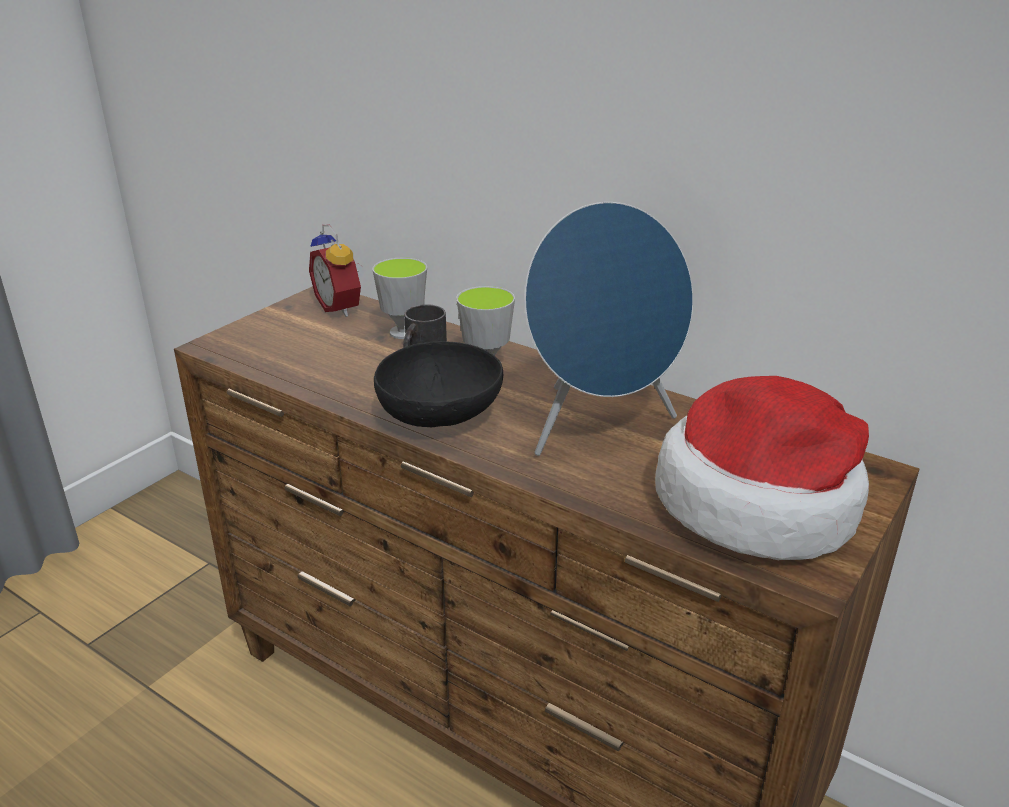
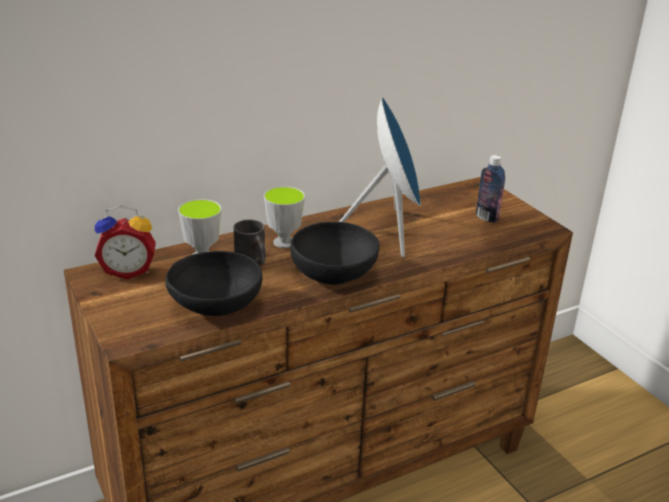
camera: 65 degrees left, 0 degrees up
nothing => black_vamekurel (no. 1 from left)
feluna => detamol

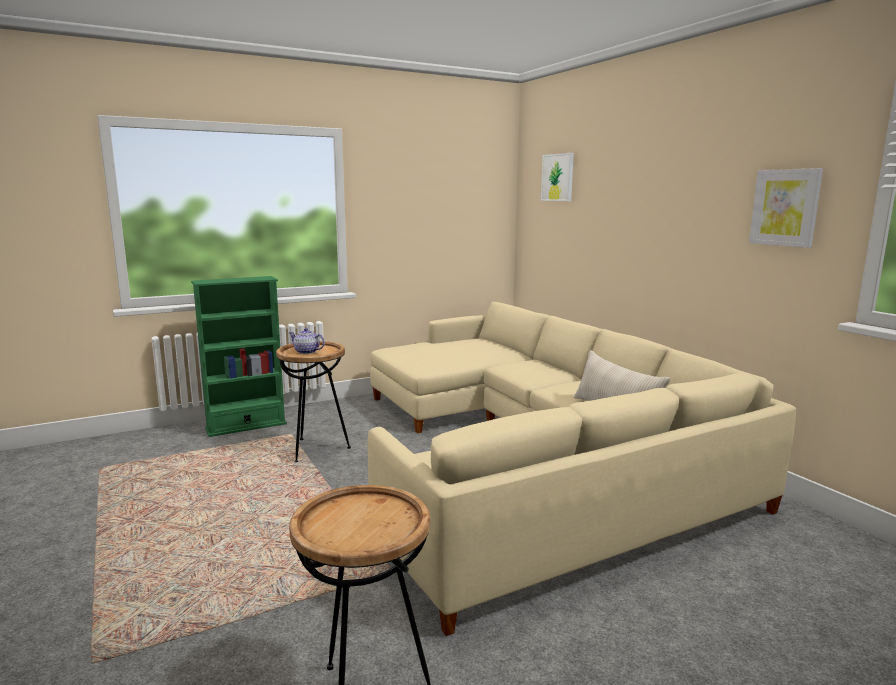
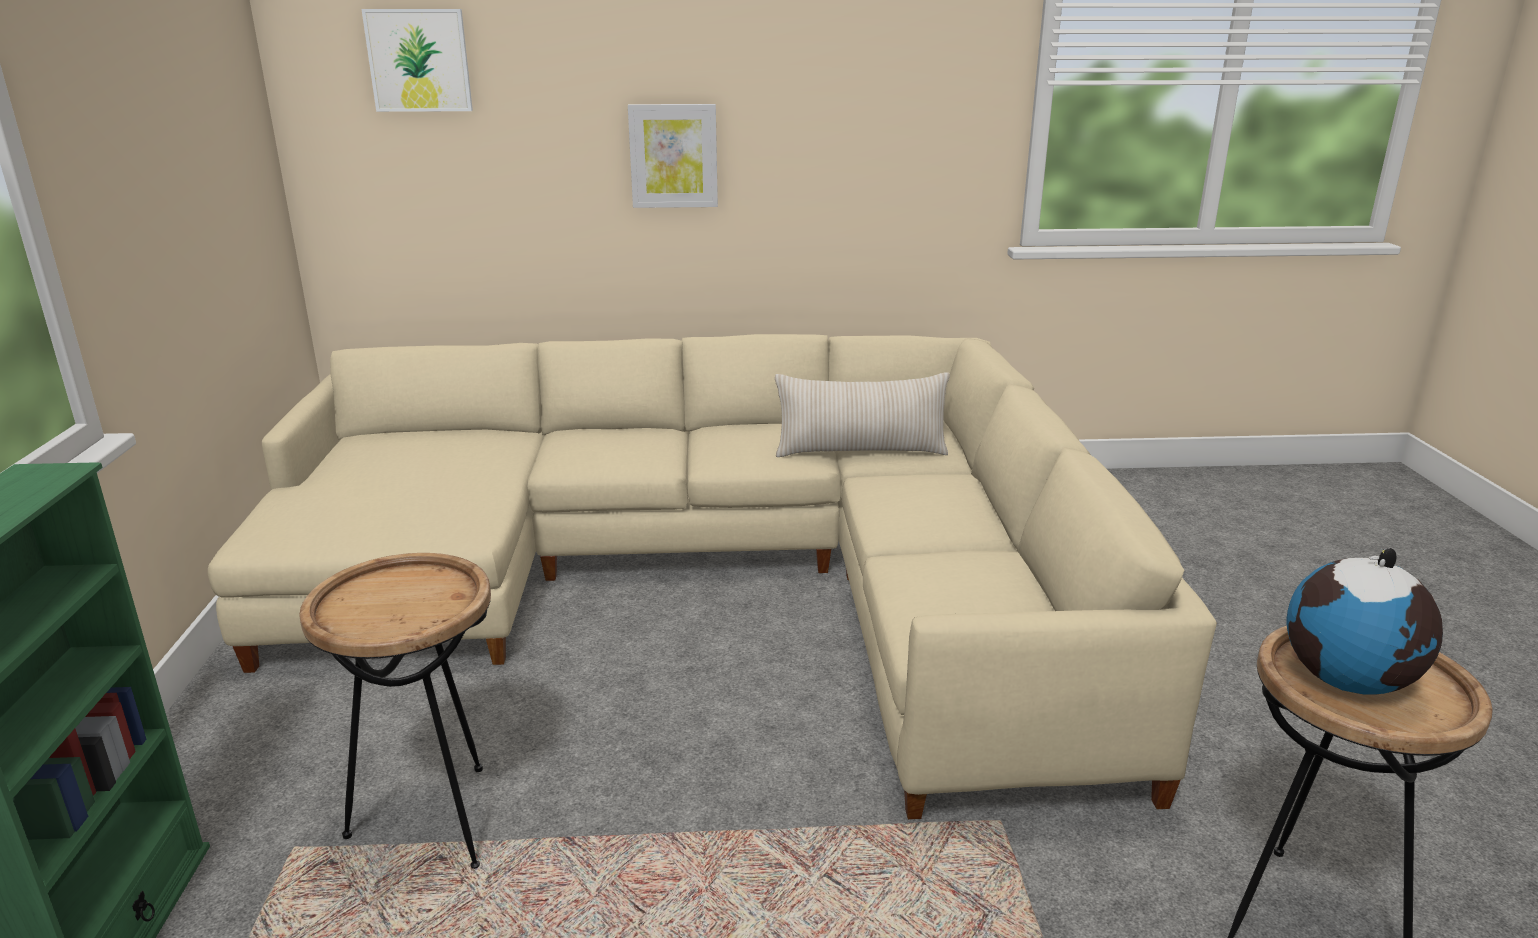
camera: 65 degrees left, 10 degrees up
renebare => nothing
nothing => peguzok
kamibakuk (no. 2 from left), relocated

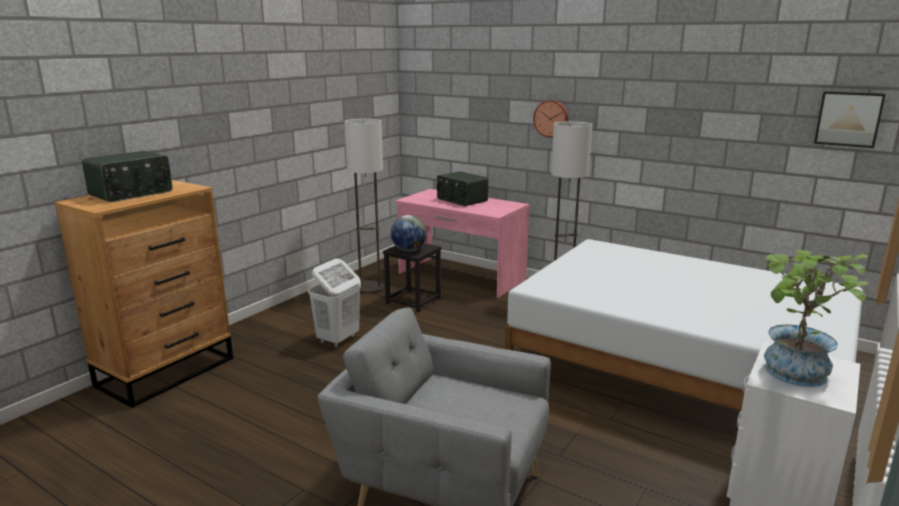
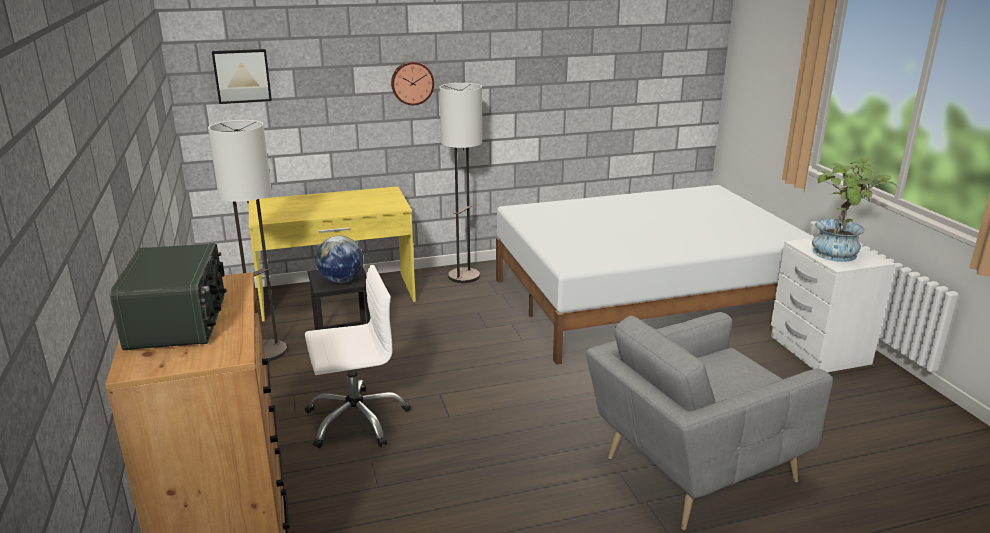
camera: 50 degrees left, 5 degrees up
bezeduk (no. 2 from left) => nothing
kamibakuk, relocated
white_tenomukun => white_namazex
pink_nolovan => yellow_nolovan

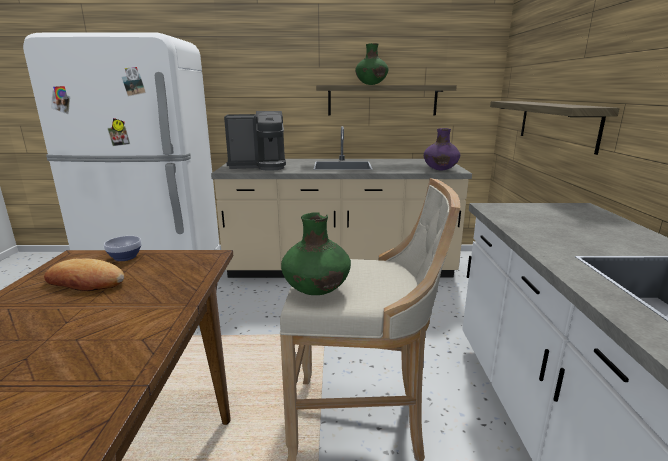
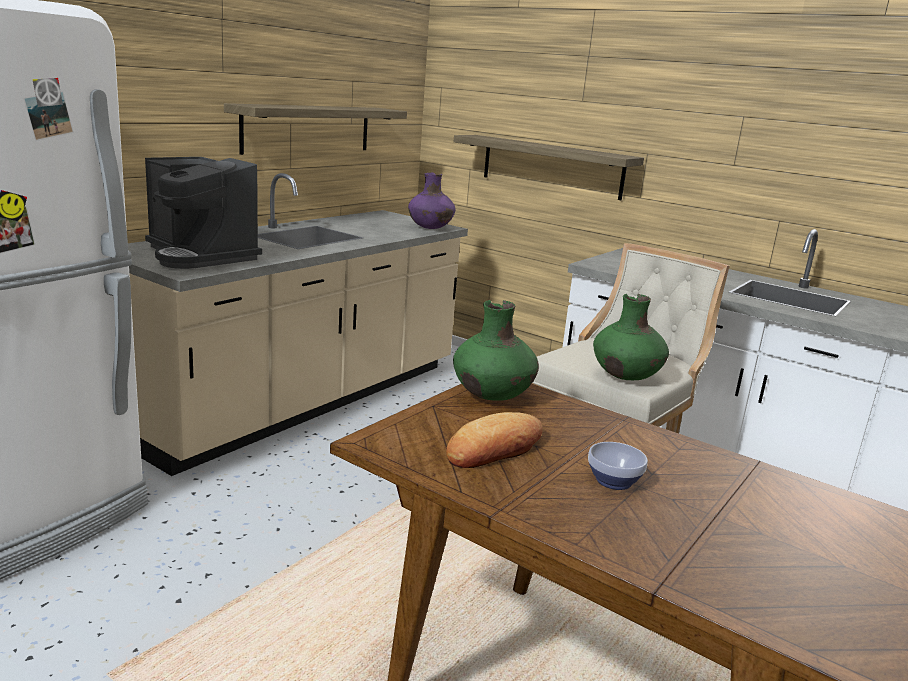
camera: 55 degrees left, 0 degrees up
vamekurel, relocated
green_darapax (no. 2 from left in the first image) => green_darapax (no. 1 from left), relocated
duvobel, 105 degrees clockwise

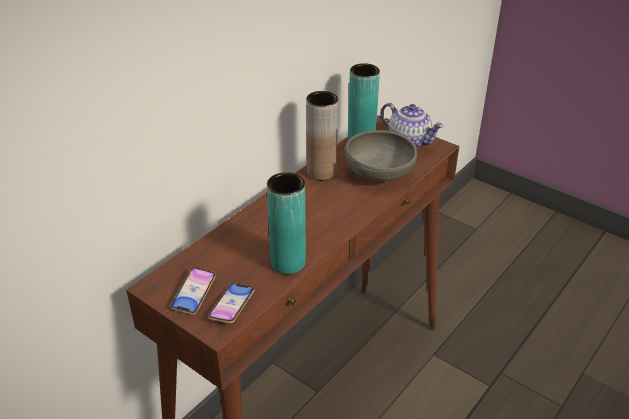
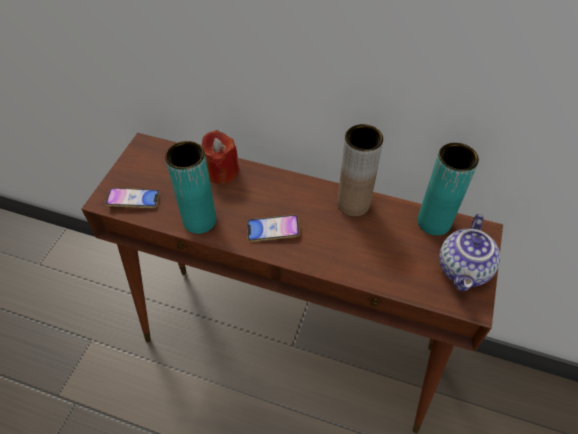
camera: 70 degrees right, 15 degrees up
grey_vamekurel => nothing
nothing => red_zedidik
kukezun (no. 1 from left in the first image) => kukezun (no. 2 from left), relocated

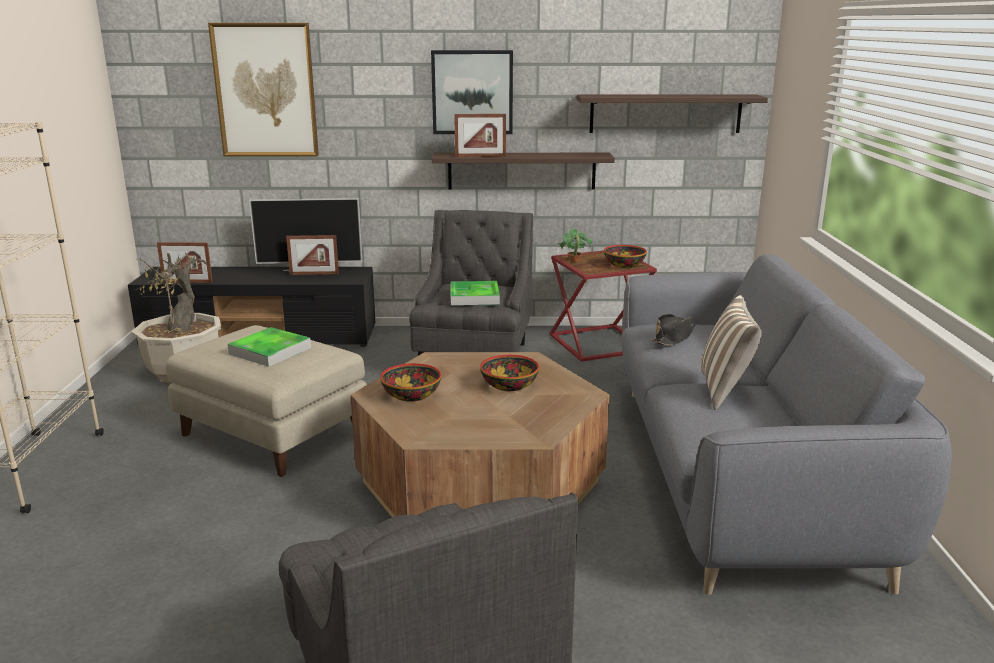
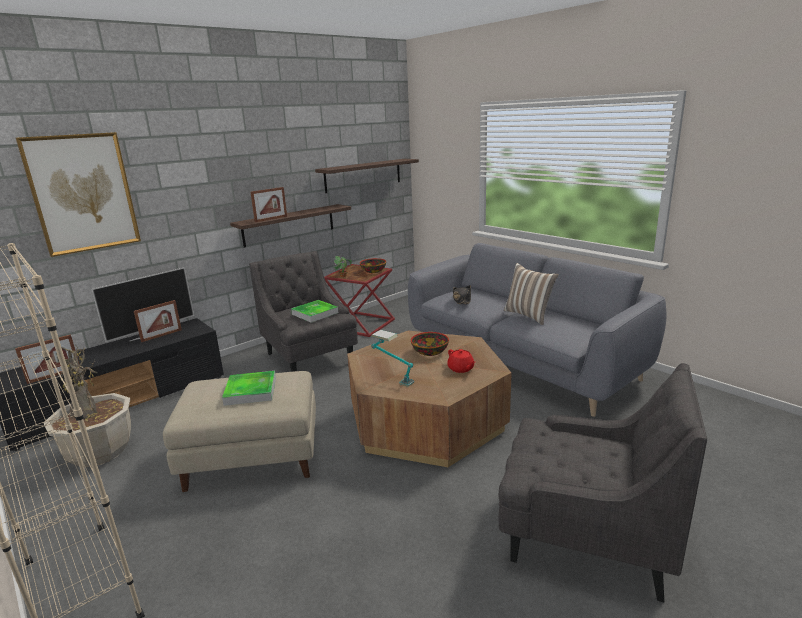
camera: 40 degrees left, 0 degrees up
kamibakuk (no. 2 from left) => nothing
nothing => red_renebare
vamekurel (no. 1 from left) => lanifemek

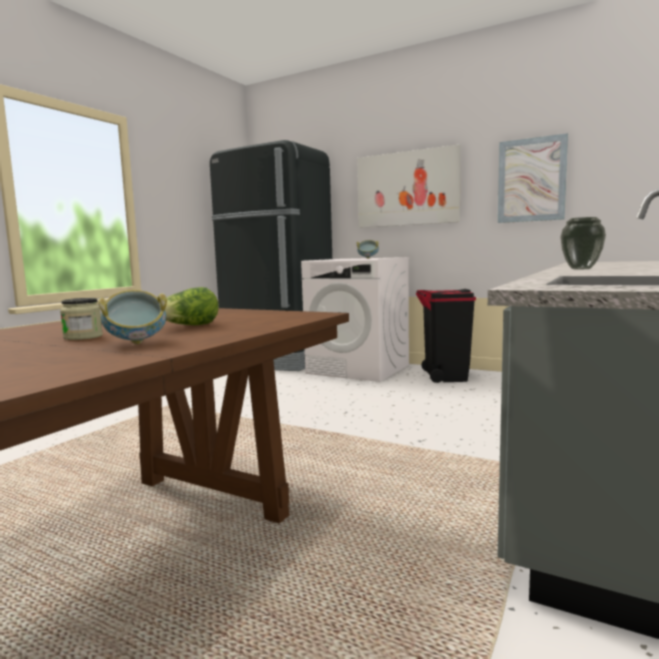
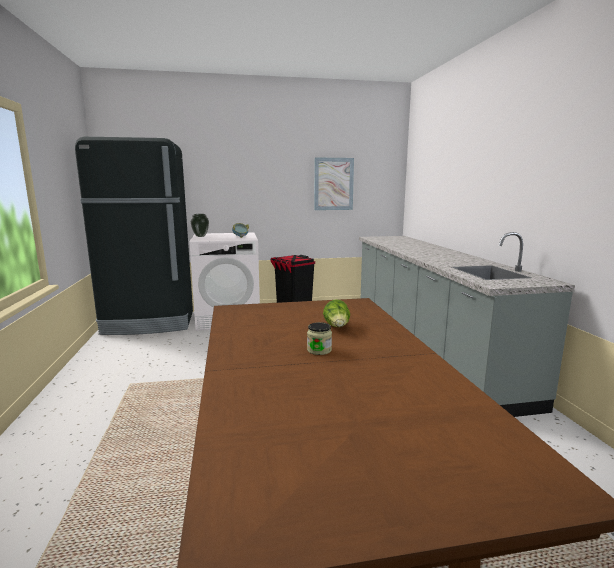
camera: 40 degrees left, 5 degrees up
vamekurel (no. 1 from left) => nothing
kamibakuk (no. 1 from left) => nothing
darapax, relocated

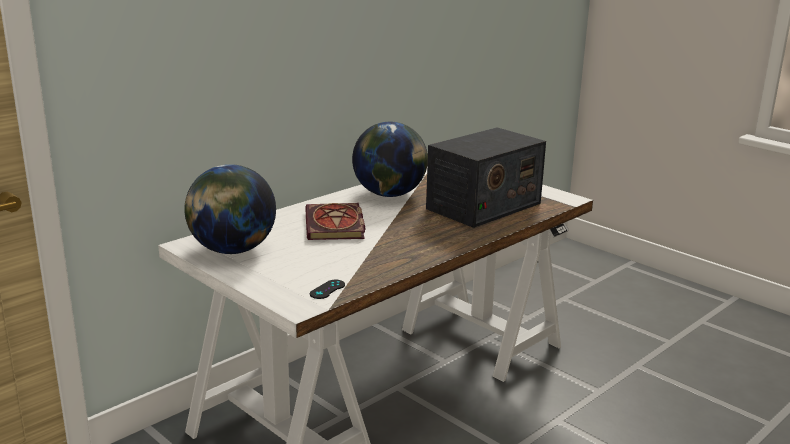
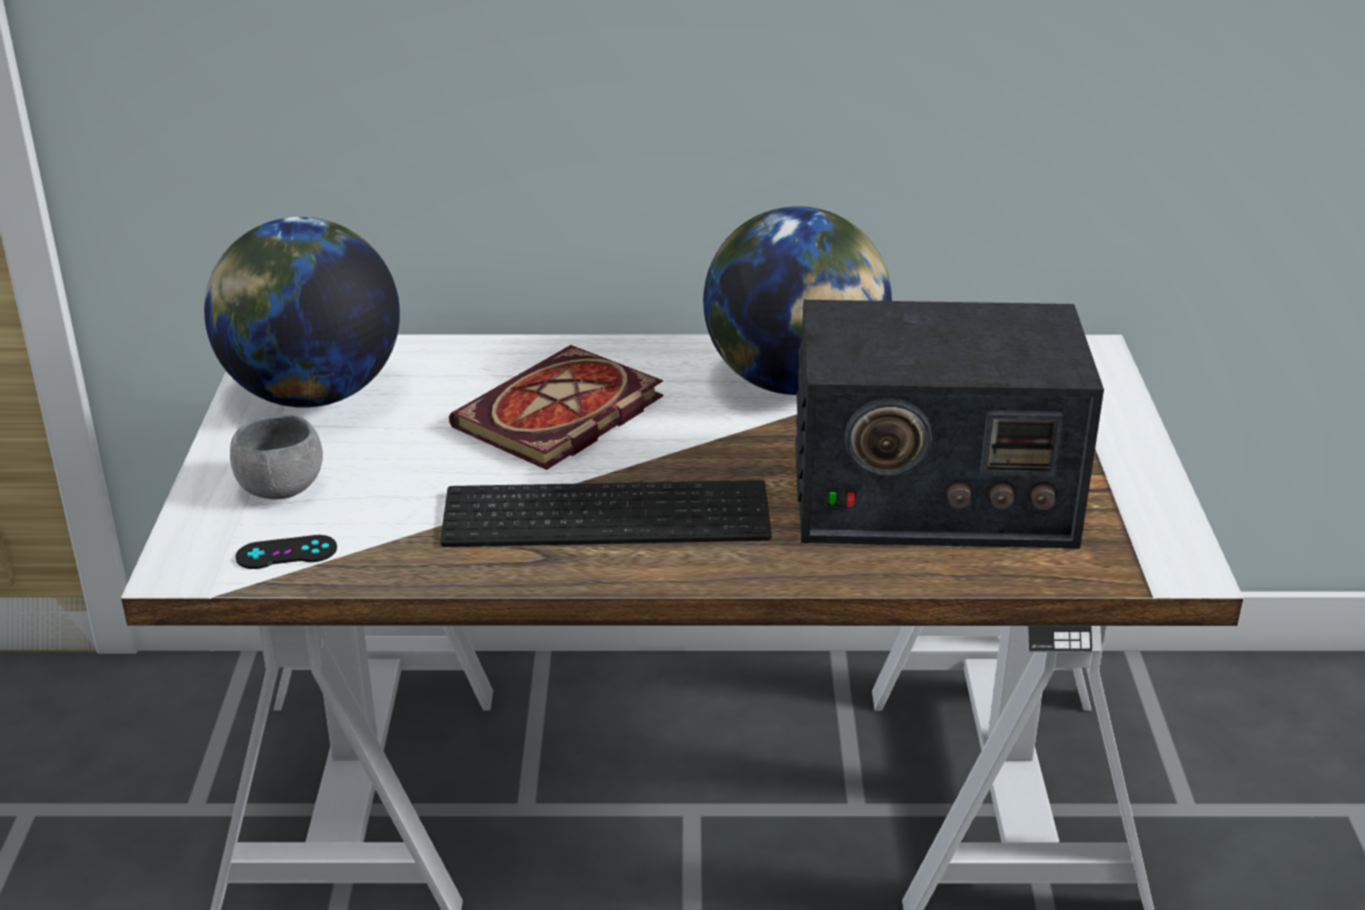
camera: 45 degrees right, 10 degrees up
nothing => grey_vamekurel
nothing => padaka

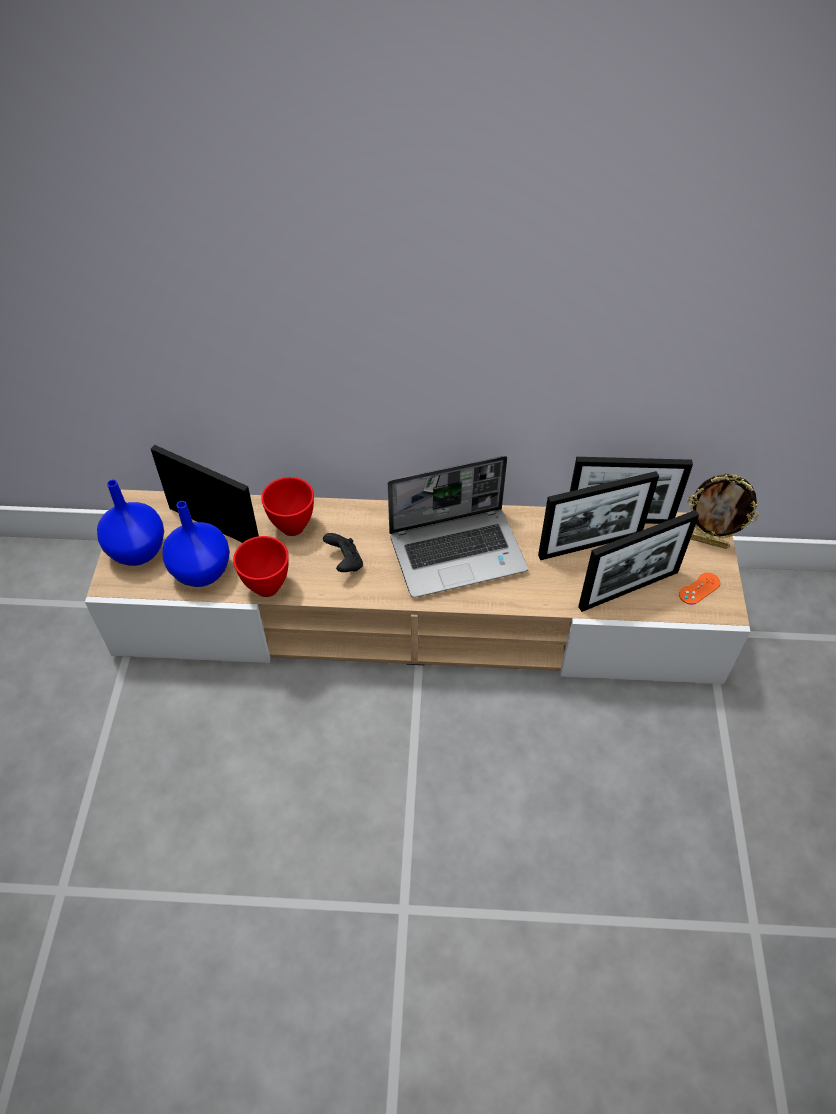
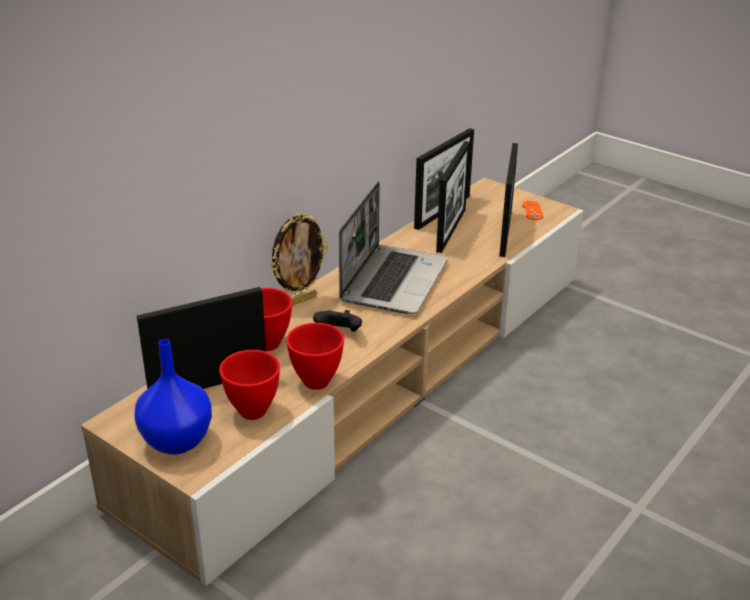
camera: 55 degrees left, 20 degrees down
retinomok (no. 5 from left in the first image) => retinomok (no. 2 from left), relocated
blue_darapax (no. 2 from left) => red_vamekurel (no. 1 from left)

